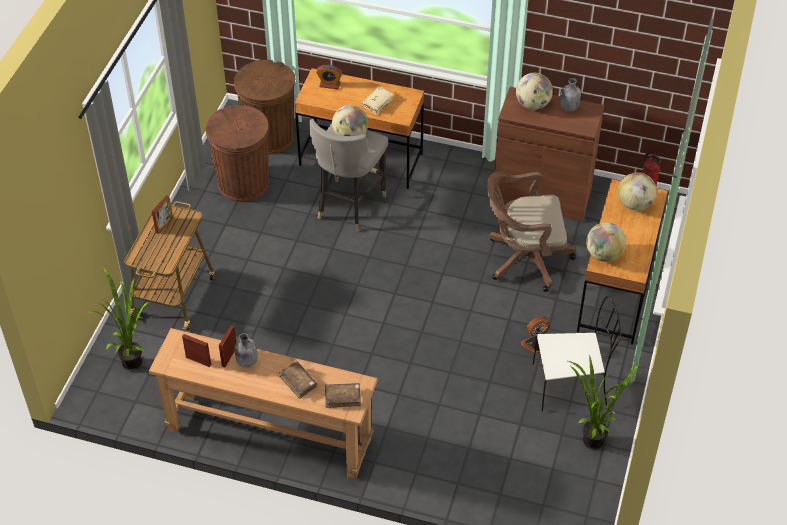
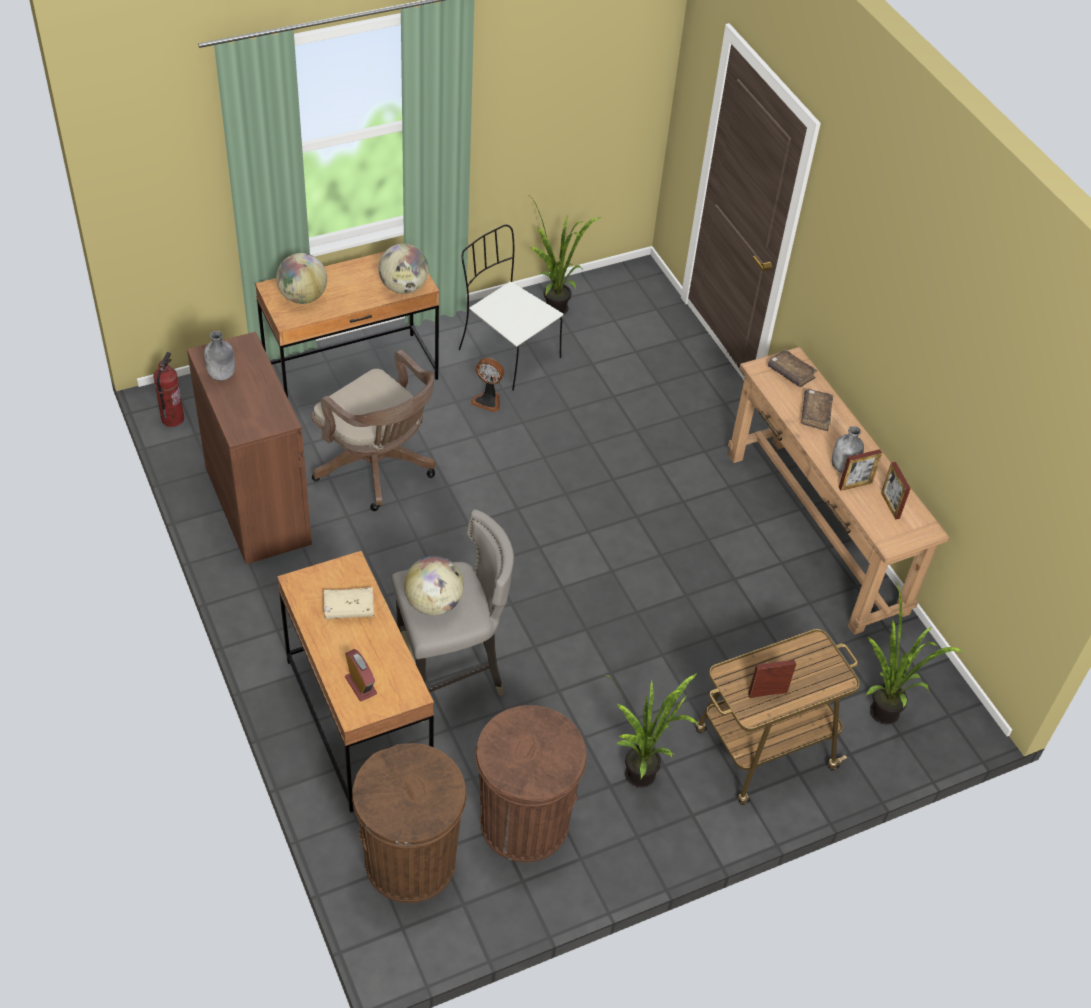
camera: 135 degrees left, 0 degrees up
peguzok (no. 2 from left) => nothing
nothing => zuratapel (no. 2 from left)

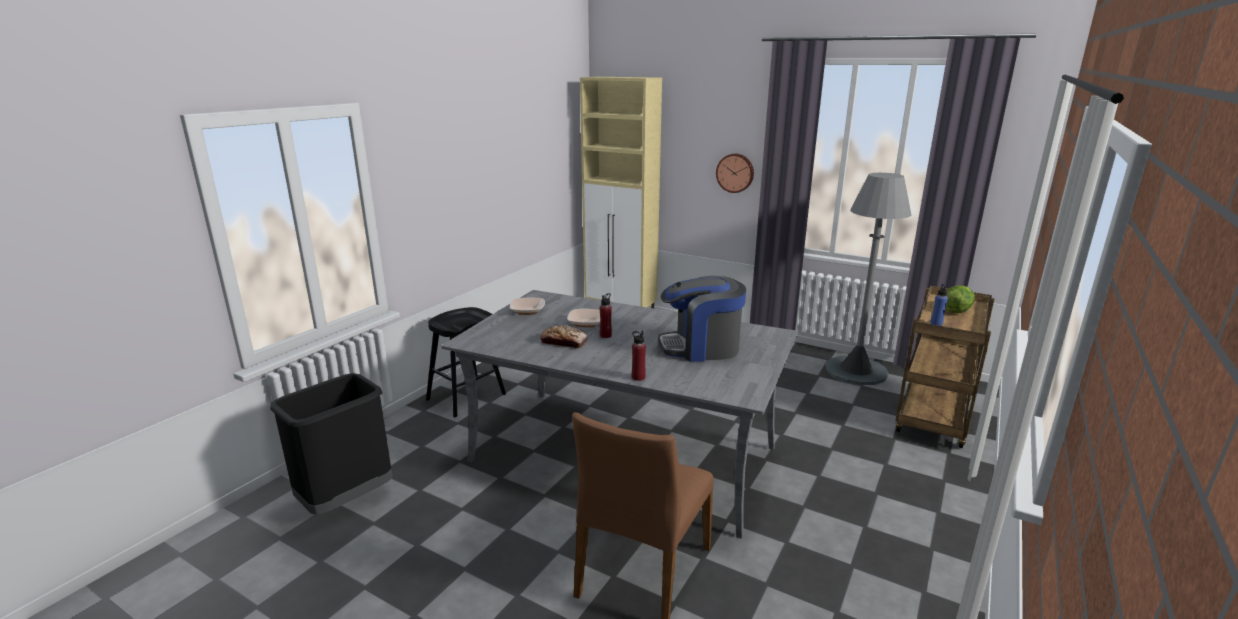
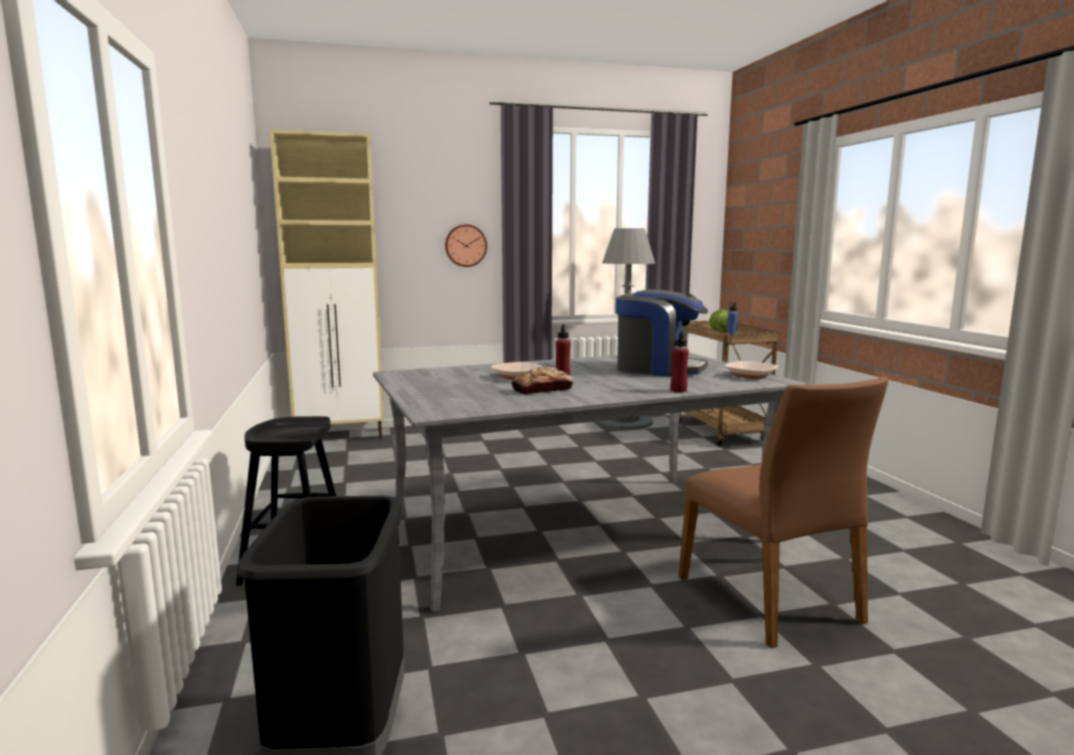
camera: 45 degrees left, 10 degrees down
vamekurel (no. 1 from left in the first image) => vamekurel (no. 2 from left), relocated
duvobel, 105 degrees counterclockwise

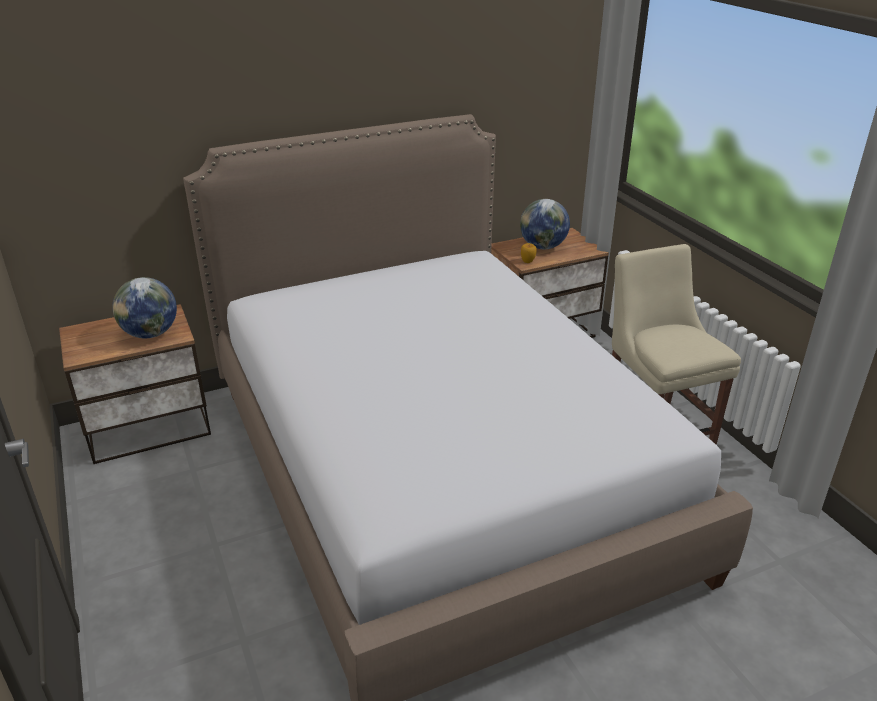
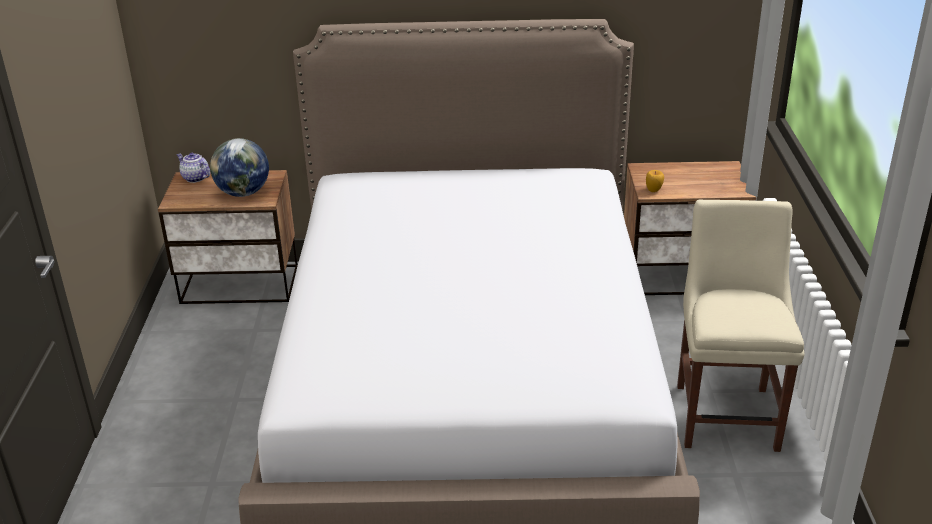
camera: 25 degrees right, 0 degrees up
peguzok (no. 2 from left) => nothing
nothing => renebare

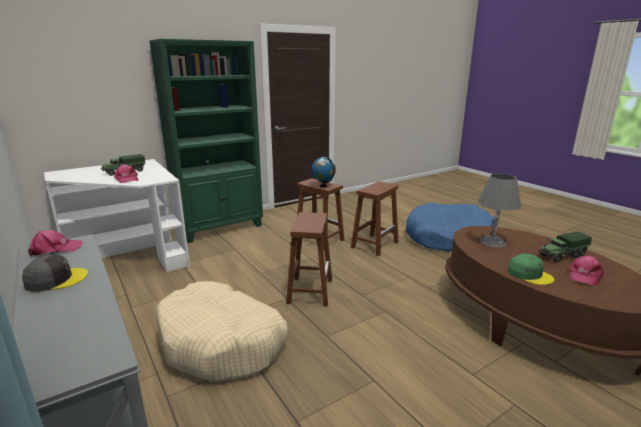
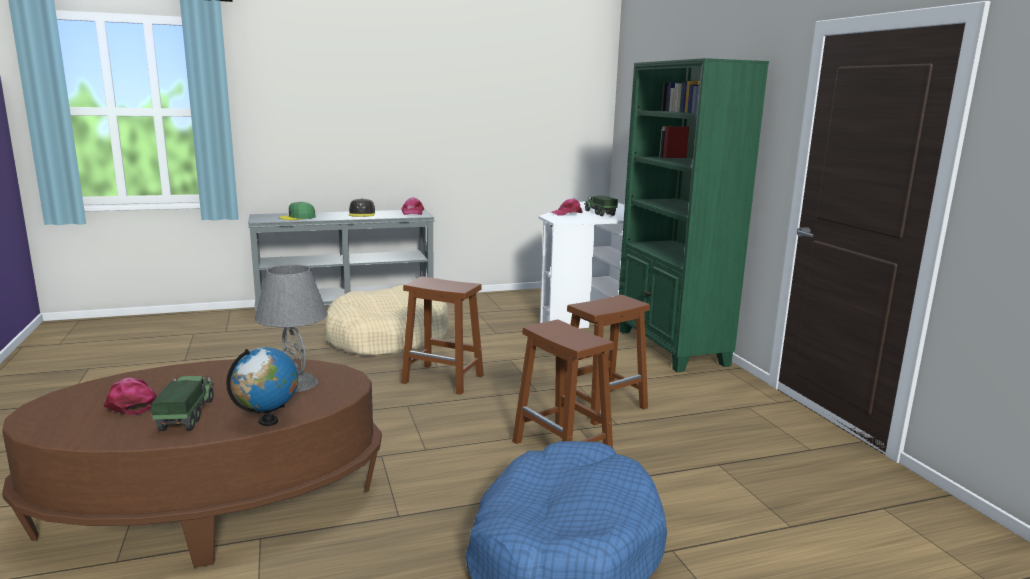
camera: 105 degrees right, 5 degrees down
peguzok, relocated
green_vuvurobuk, relocated

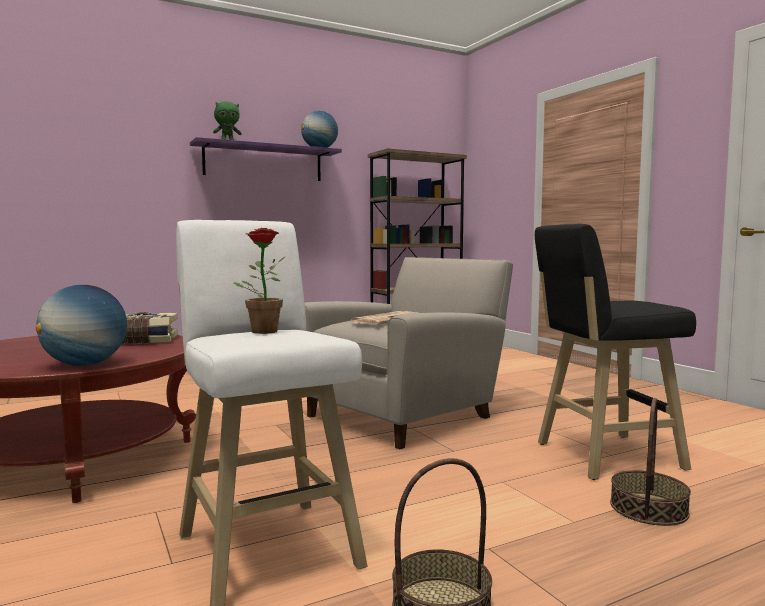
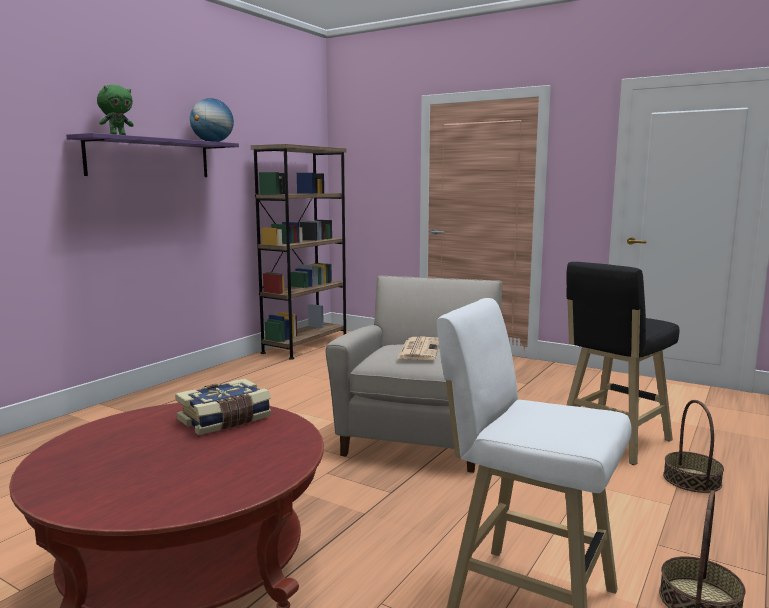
camera: 30 degrees left, 5 degrees up
peguzok (no. 1 from left) => nothing
zuratapel => nothing

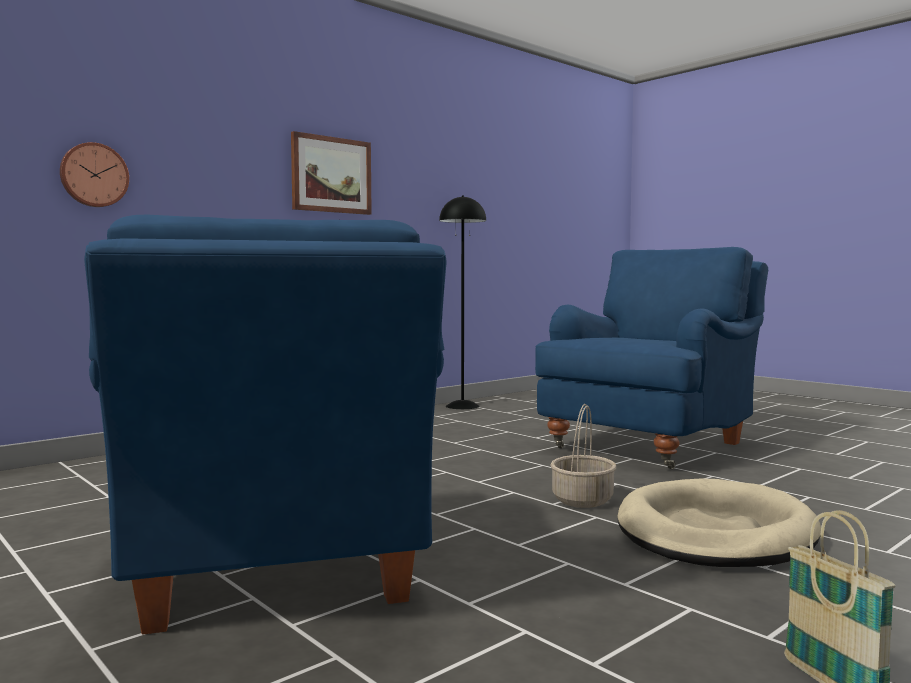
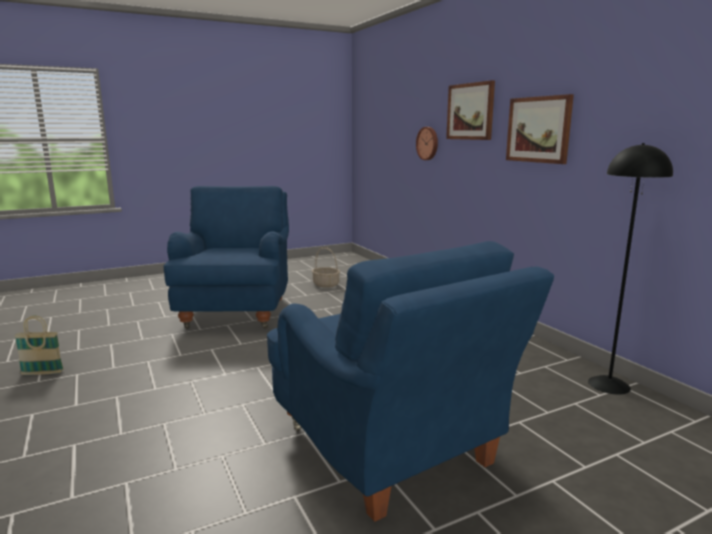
camera: 105 degrees right, 10 degrees up
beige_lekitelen => nothing
nothing => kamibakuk (no. 1 from left)
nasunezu (no. 1 from left in the first image) => nasunezu (no. 2 from left), relocated
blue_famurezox (no. 1 from left), 90 degrees clockwise

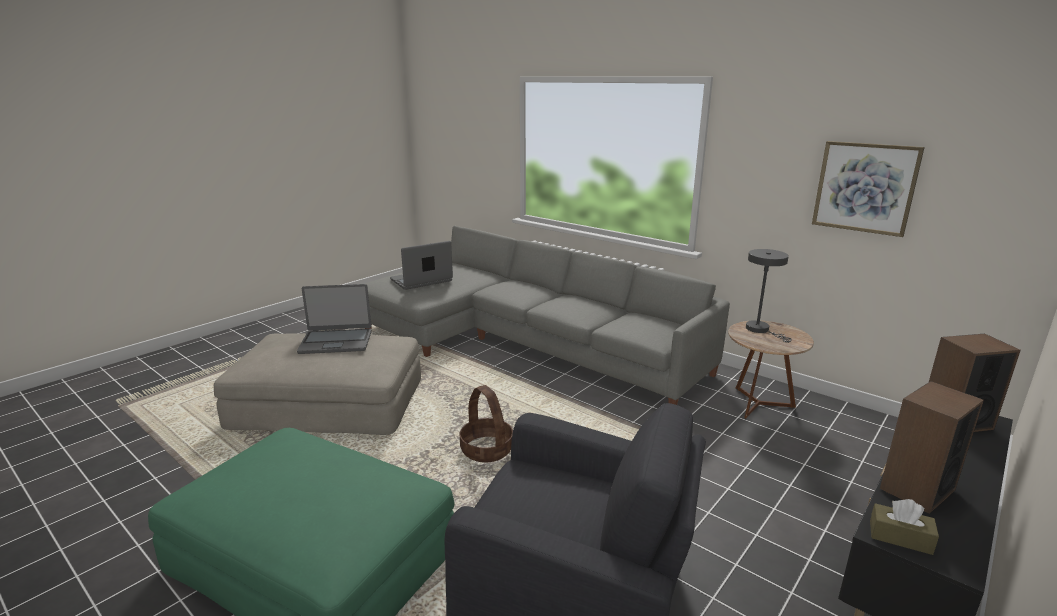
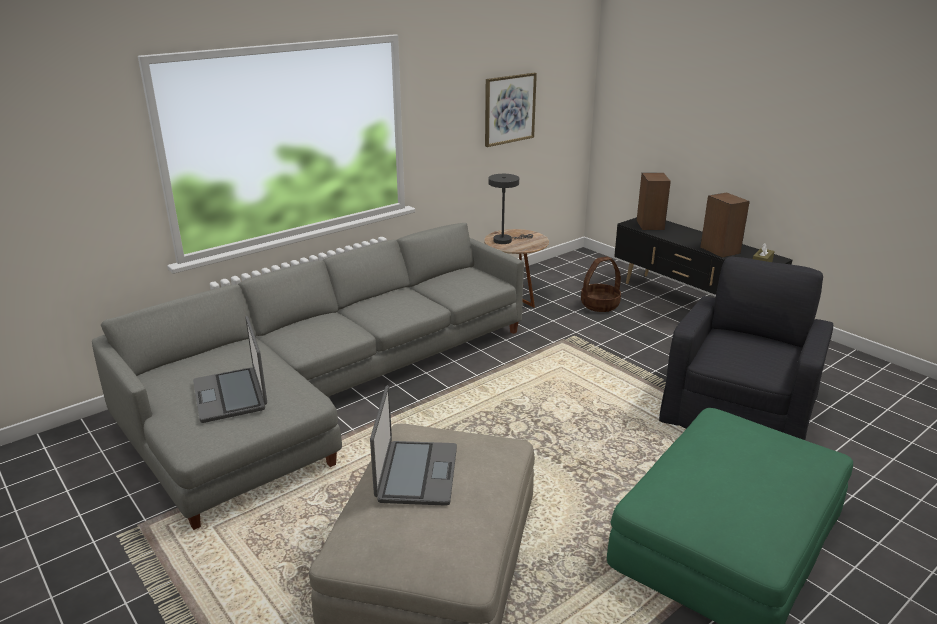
camera: 80 degrees left, 5 degrees up
nasunezu, relocated

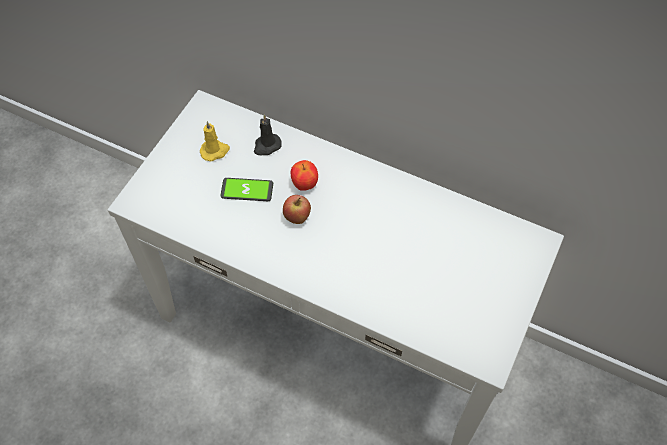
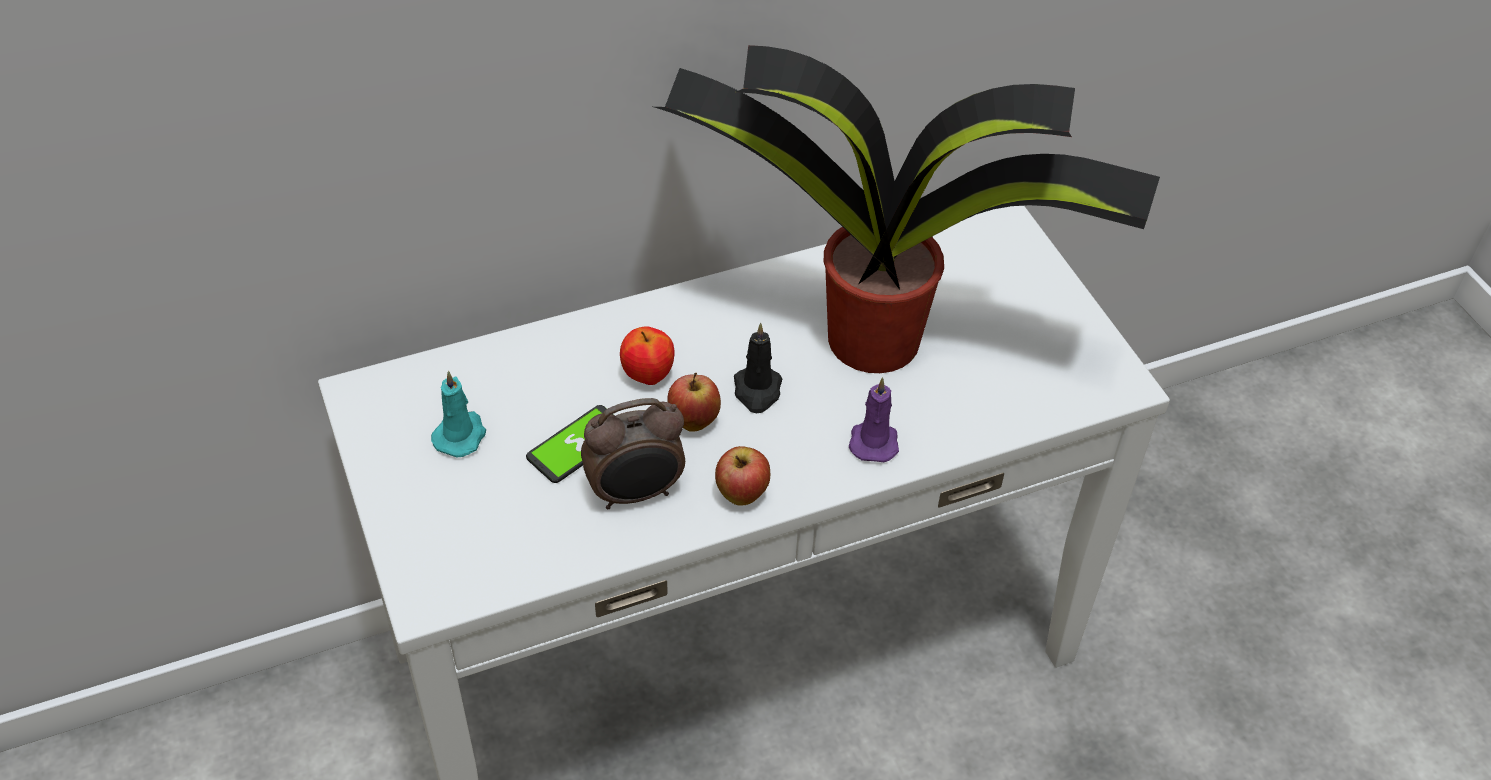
camera: 50 degrees left, 10 degrees down
nothing => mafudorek
nothing => zuratapel
nothing => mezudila (no. 3 from left)
nothing => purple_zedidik
black_zedidik, relocated
yellow_zedidik => turquoise_zedidik

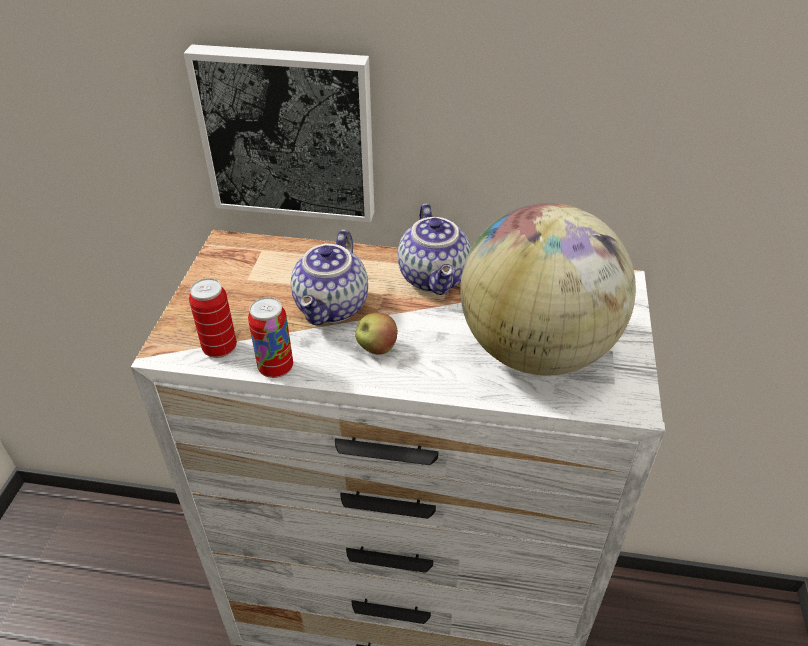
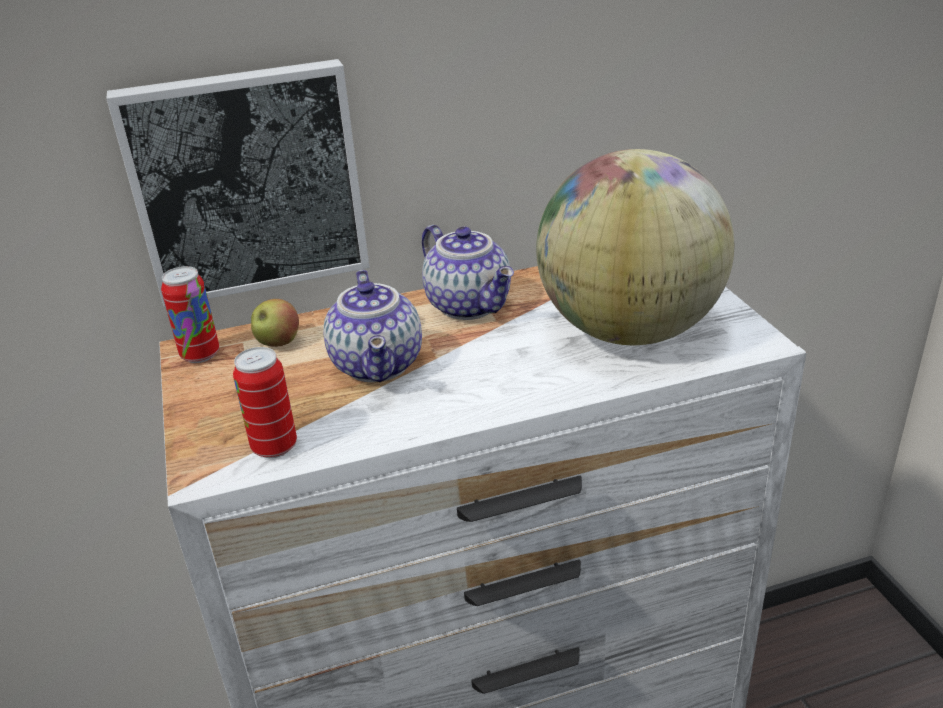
camera: 25 degrees left, 10 degrees down
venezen (no. 2 from left in the first image) => venezen (no. 1 from left), relocated
mezudila, relocated

